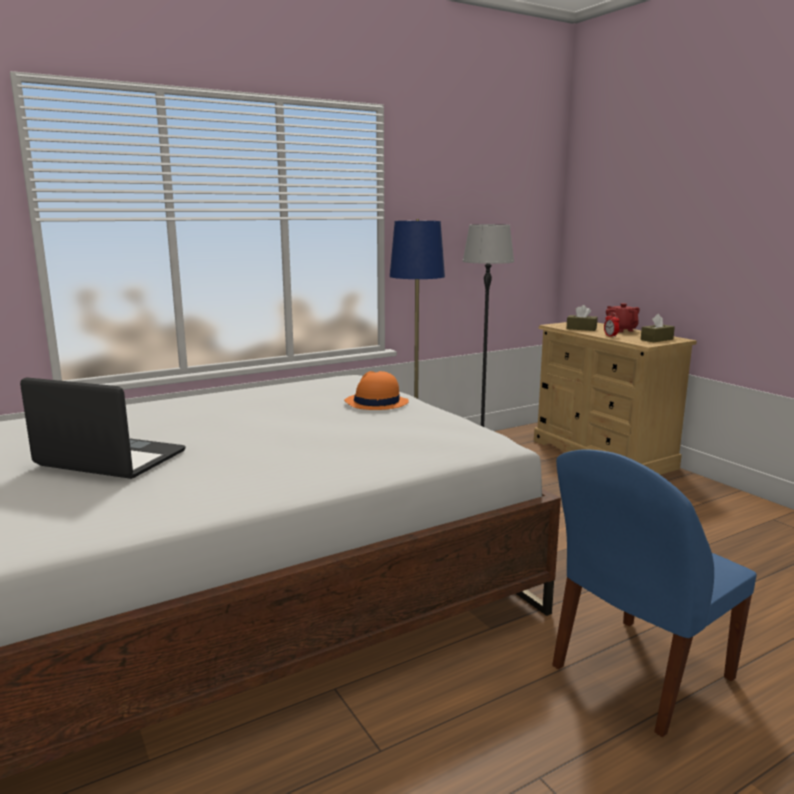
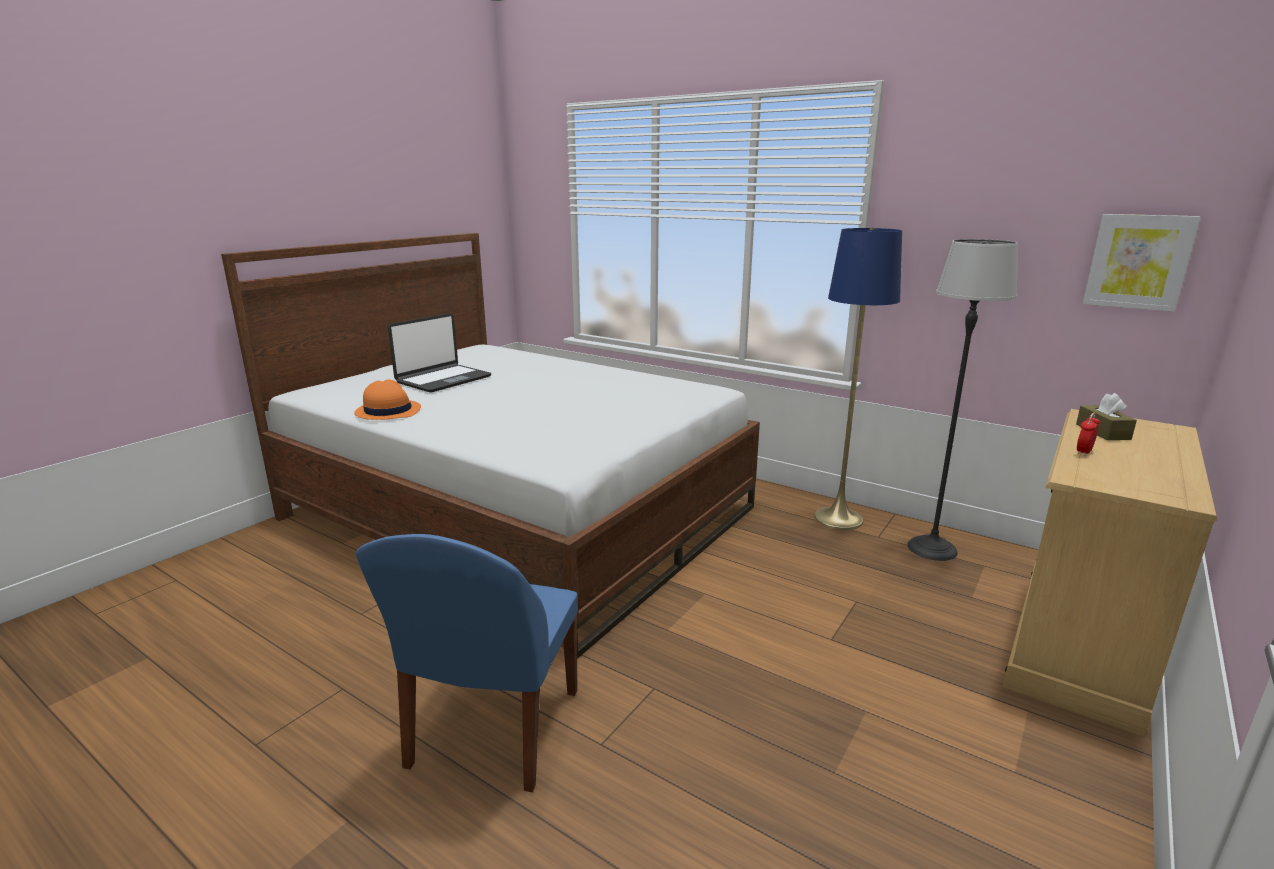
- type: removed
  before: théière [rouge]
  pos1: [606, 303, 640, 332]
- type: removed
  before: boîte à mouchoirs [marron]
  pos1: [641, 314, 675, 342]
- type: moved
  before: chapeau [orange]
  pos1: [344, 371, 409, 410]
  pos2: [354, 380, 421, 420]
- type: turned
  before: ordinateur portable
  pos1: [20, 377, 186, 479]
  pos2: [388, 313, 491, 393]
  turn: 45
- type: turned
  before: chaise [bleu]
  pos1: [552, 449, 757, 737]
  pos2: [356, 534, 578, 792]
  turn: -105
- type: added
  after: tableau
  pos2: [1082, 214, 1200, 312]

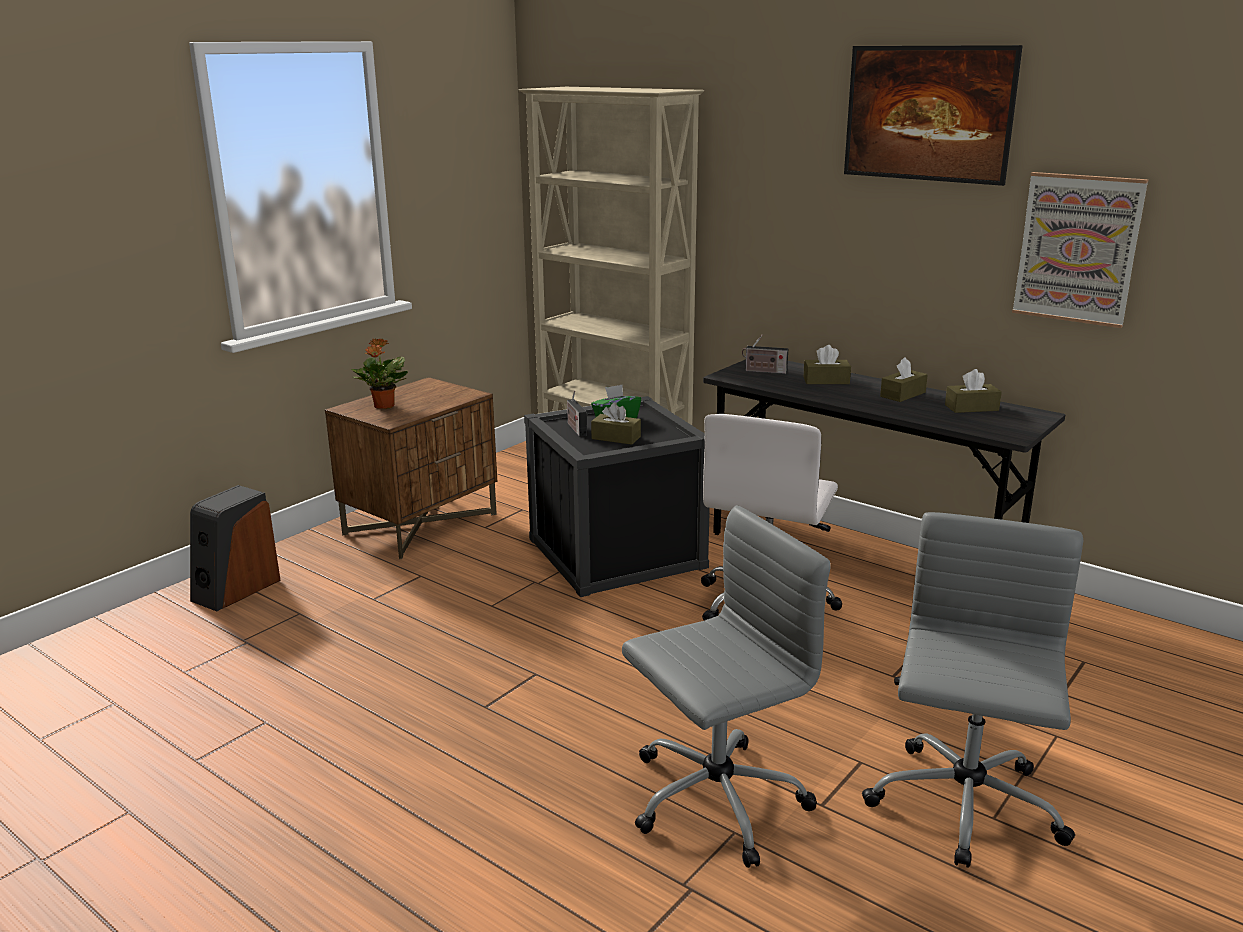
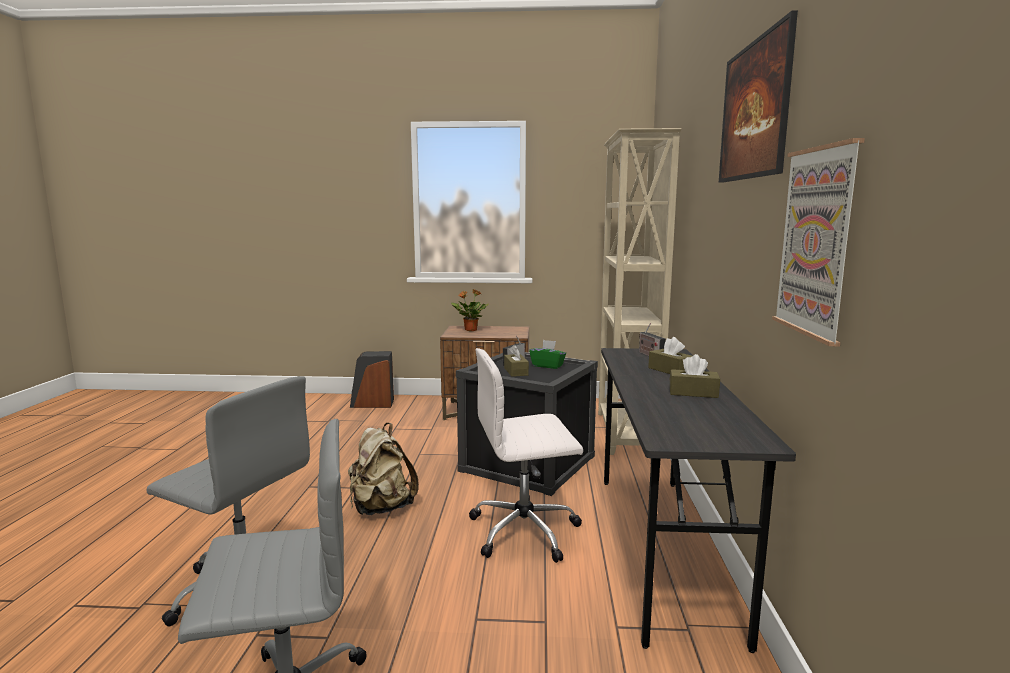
- type: removed
  before: boîte à mouchoirs [marron]
  pos1: [945, 369, 1002, 413]
- type: added
  after: sac à dos [beige]
  pos2: [348, 423, 419, 515]

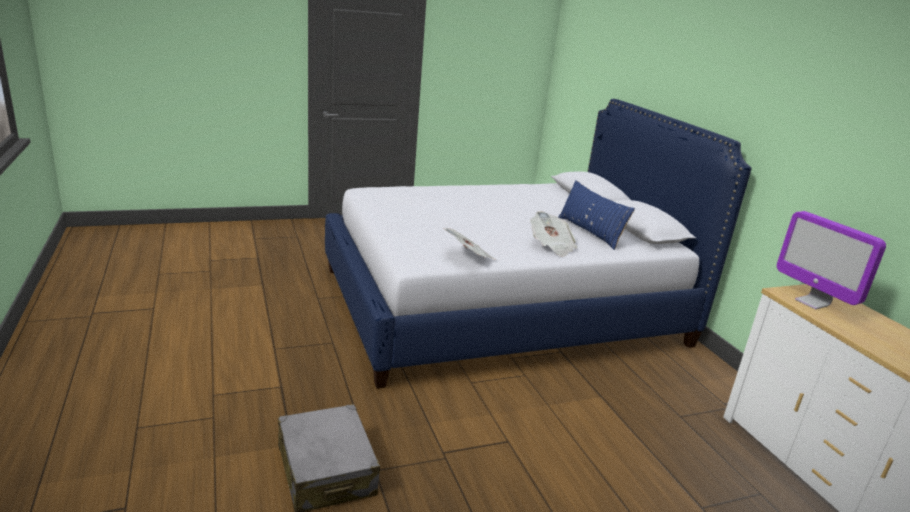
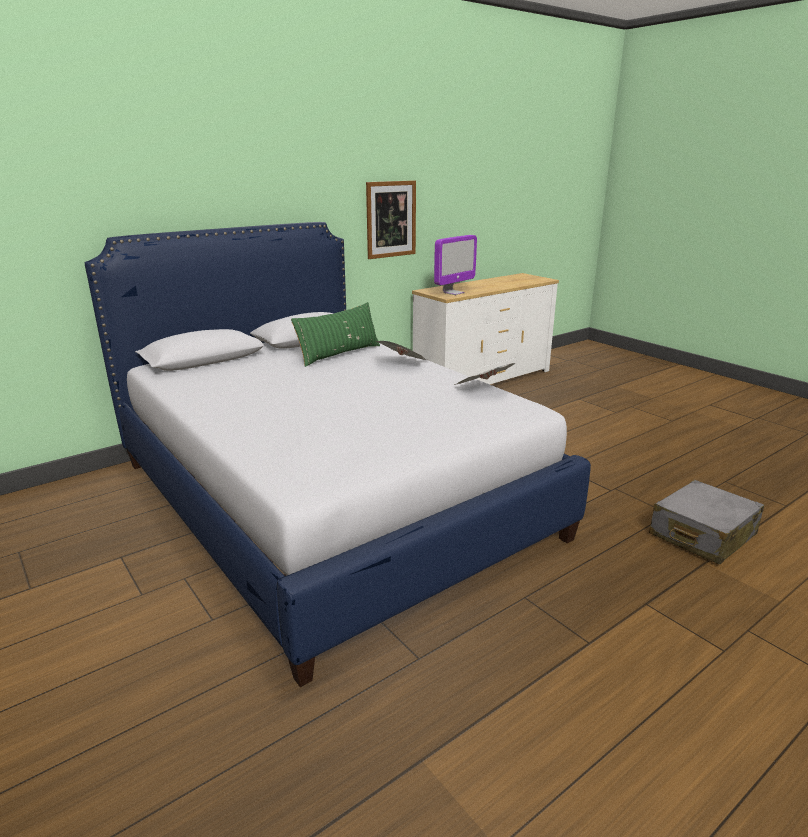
- type: recoloured
  before: coussin [bleu]
  after: coussin [vert]
  pos1: [558, 180, 635, 250]
  pos2: [291, 302, 380, 367]
- type: added
  after: tableau
  pos2: [366, 180, 416, 259]

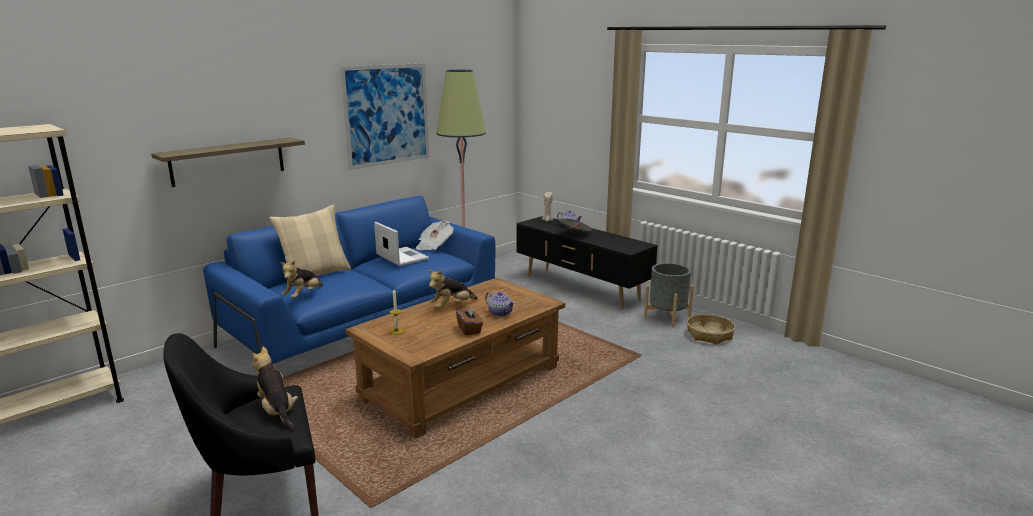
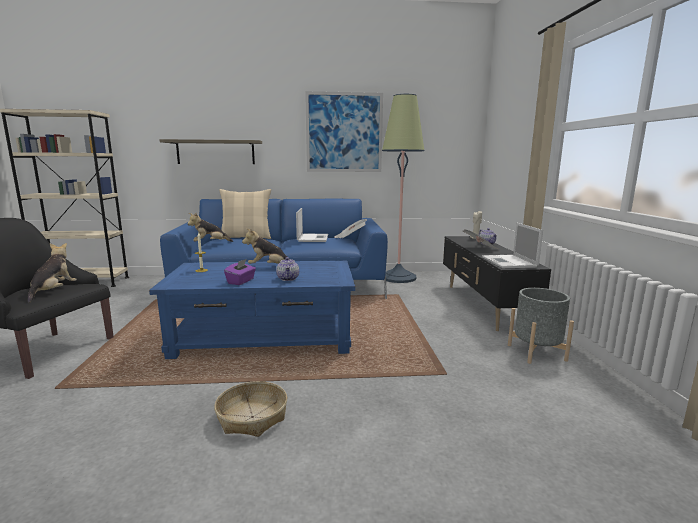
- type: recoloured
  before: table basse [marron]
  after: table basse [bleu]
  pos1: [345, 278, 566, 438]
  pos2: [149, 261, 355, 359]
- type: recoloured
  before: boîte à mouchoirs [marron]
  after: boîte à mouchoirs [violet]
  pos1: [456, 306, 483, 336]
  pos2: [224, 259, 256, 285]
- type: moved
  before: panier
  pos1: [687, 314, 735, 345]
  pos2: [214, 381, 287, 437]
- type: added
  after: ordinateur portable
  pos2: [482, 223, 543, 268]

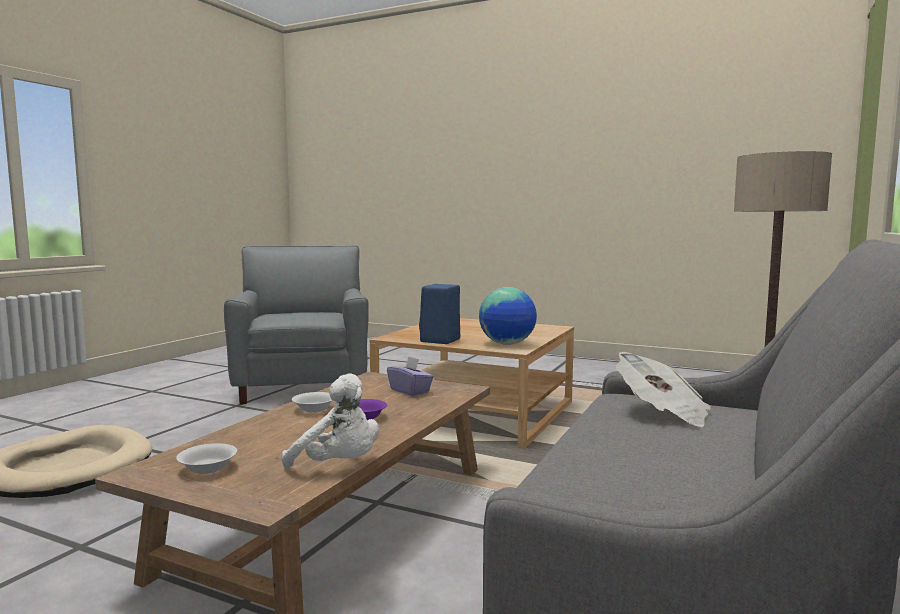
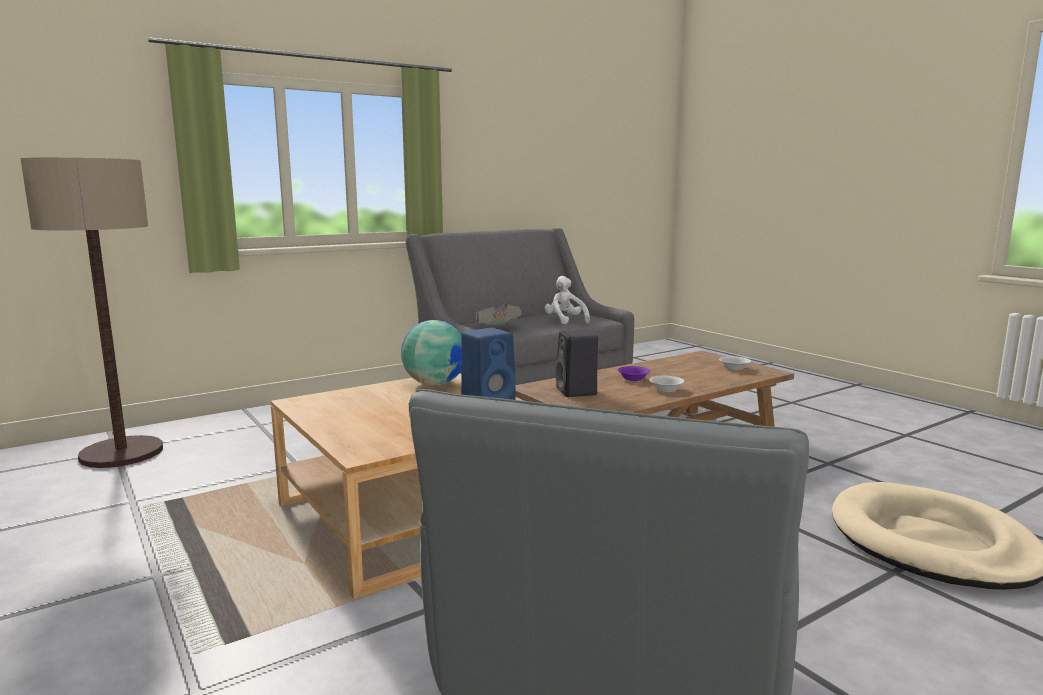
- type: replaced
  before: boîte à mouchoirs [violet]
  after: enceinte [noir]
  pos1: [387, 356, 434, 396]
  pos2: [555, 330, 598, 397]
- type: moved
  before: peluche [blanc]
  pos1: [281, 373, 379, 469]
  pos2: [545, 276, 590, 324]

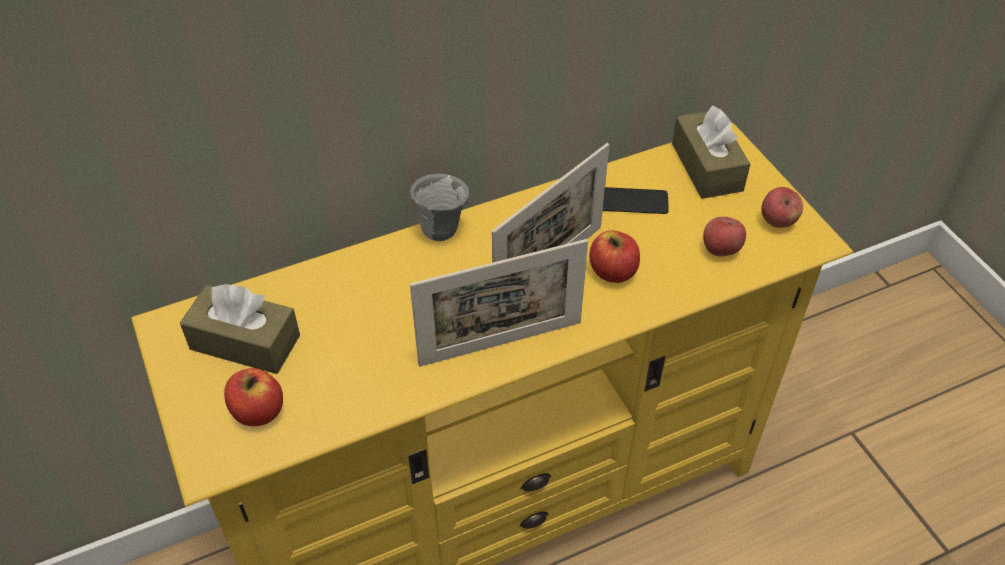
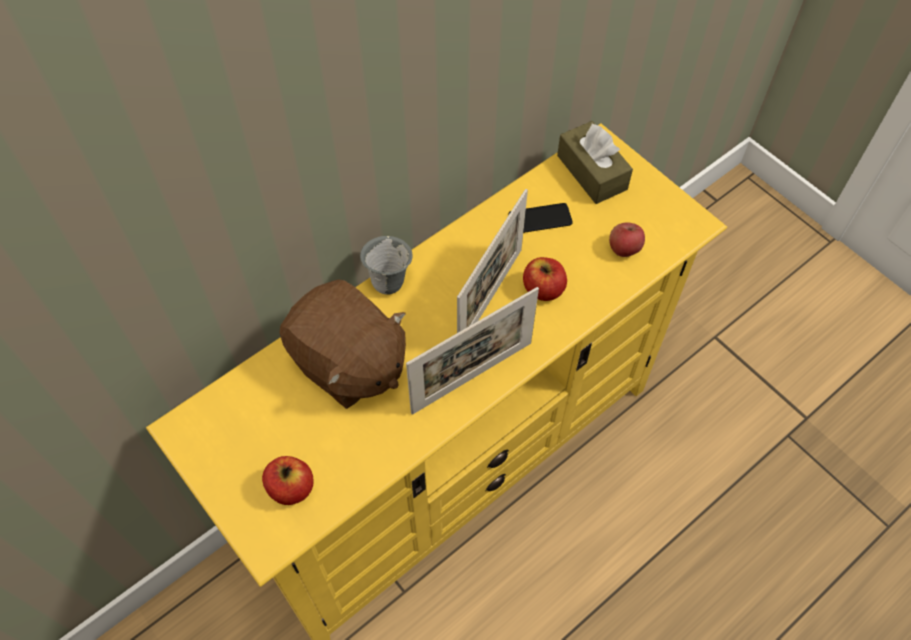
- type: removed
  before: pomme
  pos1: [761, 187, 803, 228]
- type: removed
  before: boîte à mouchoirs [marron]
  pos1: [180, 284, 300, 374]
- type: added
  after: peluche [marron]
  pos2: [279, 279, 406, 409]

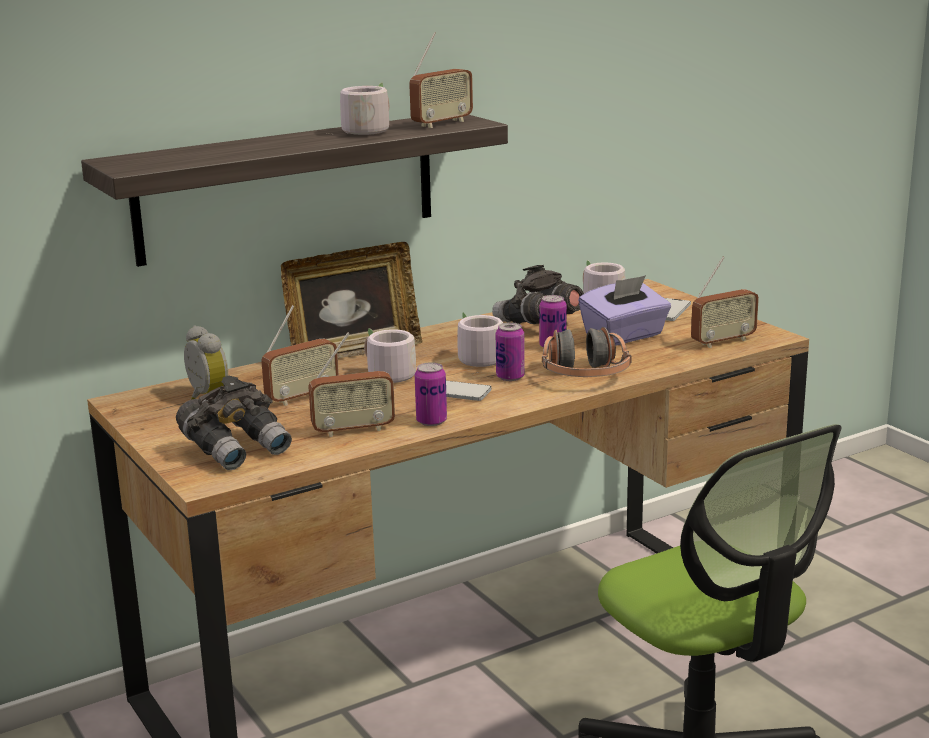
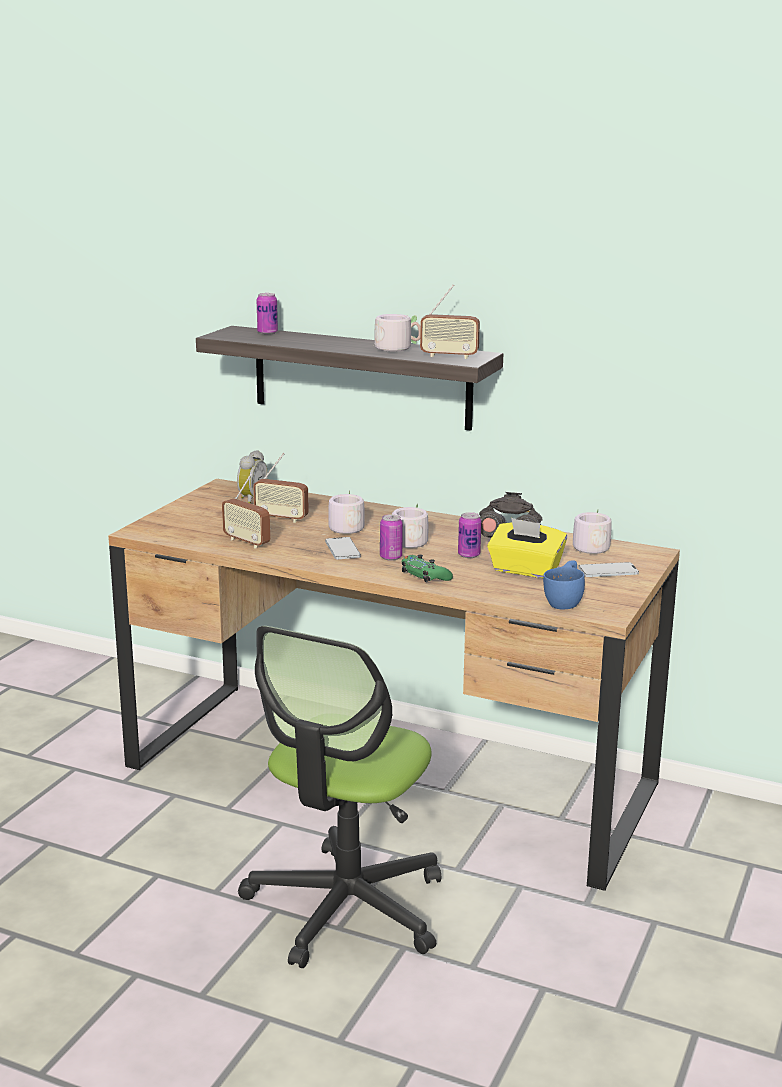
- type: removed
  before: cadre photo
  pos1: [281, 242, 422, 359]
- type: replaced
  before: radio
  after: tasse [bleu]
  pos1: [691, 257, 759, 348]
  pos2: [543, 560, 585, 609]
- type: recoloured
  before: boîte à mouchoirs [violet]
  after: boîte à mouchoirs [jaune]
  pos1: [578, 275, 671, 346]
  pos2: [487, 518, 567, 578]
- type: replaced
  before: casque audio
  after: manette [vert]
  pos1: [542, 327, 632, 377]
  pos2: [402, 554, 453, 582]
- type: moved
  before: boîte métallique
  pos1: [415, 362, 447, 426]
  pos2: [257, 293, 278, 335]
- type: removed
  before: jumelles [gris]
  pos1: [176, 376, 292, 470]

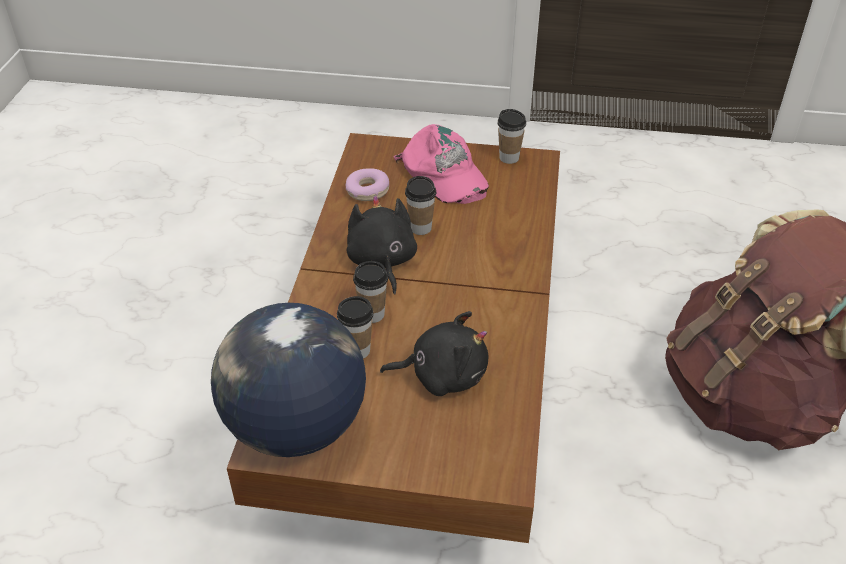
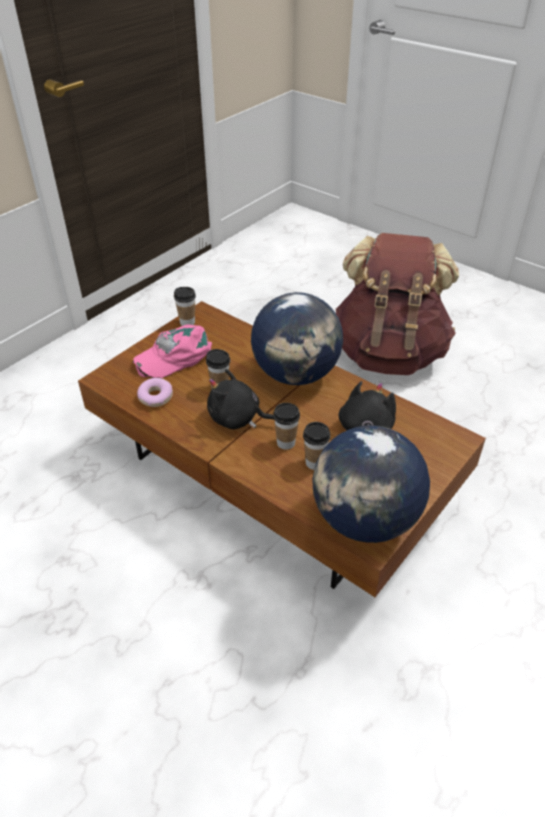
- type: turned
  before: casquette [rose]
  pos1: [394, 124, 489, 204]
  pos2: [132, 324, 212, 378]
  turn: 150
- type: added
  after: globe
  pos2: [251, 292, 343, 385]

